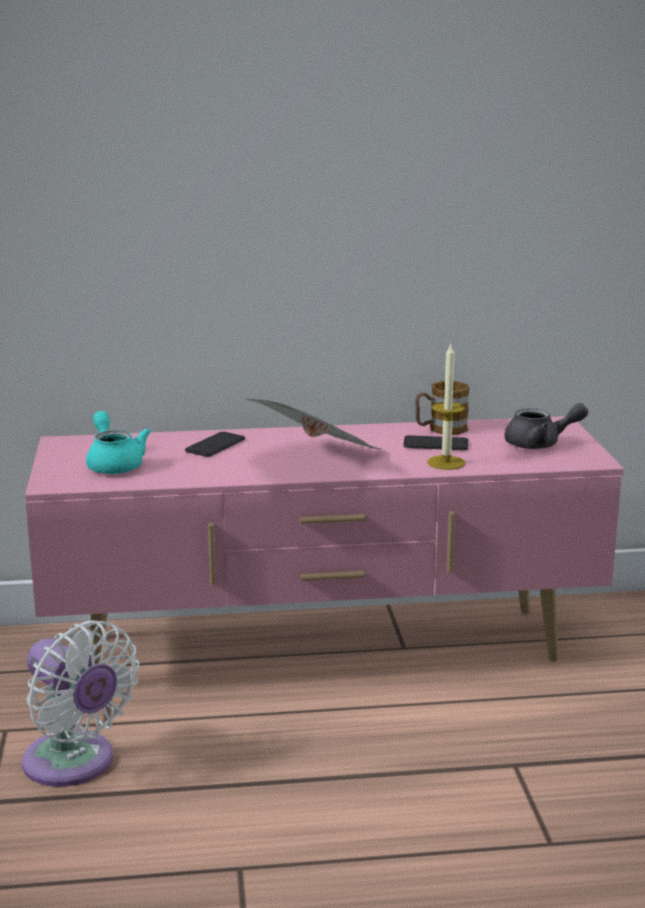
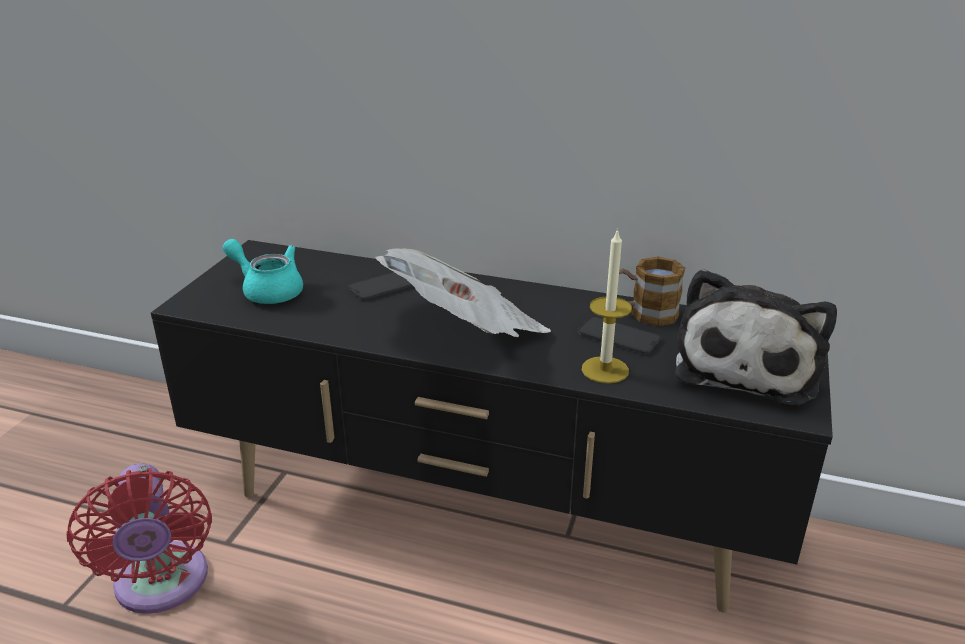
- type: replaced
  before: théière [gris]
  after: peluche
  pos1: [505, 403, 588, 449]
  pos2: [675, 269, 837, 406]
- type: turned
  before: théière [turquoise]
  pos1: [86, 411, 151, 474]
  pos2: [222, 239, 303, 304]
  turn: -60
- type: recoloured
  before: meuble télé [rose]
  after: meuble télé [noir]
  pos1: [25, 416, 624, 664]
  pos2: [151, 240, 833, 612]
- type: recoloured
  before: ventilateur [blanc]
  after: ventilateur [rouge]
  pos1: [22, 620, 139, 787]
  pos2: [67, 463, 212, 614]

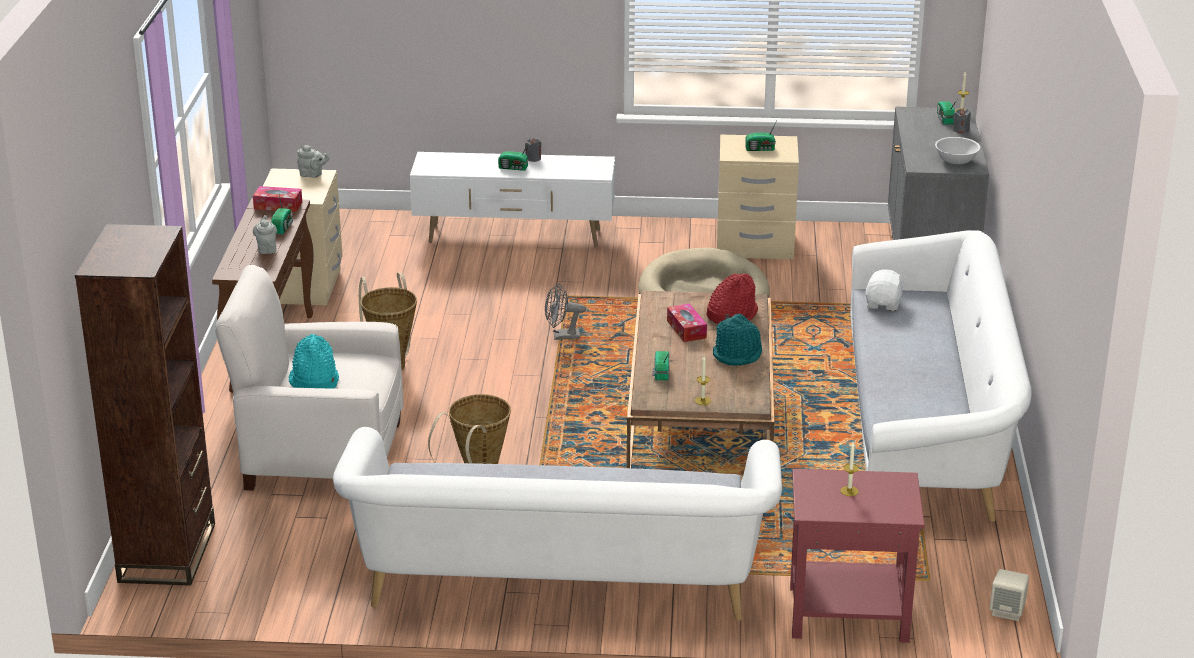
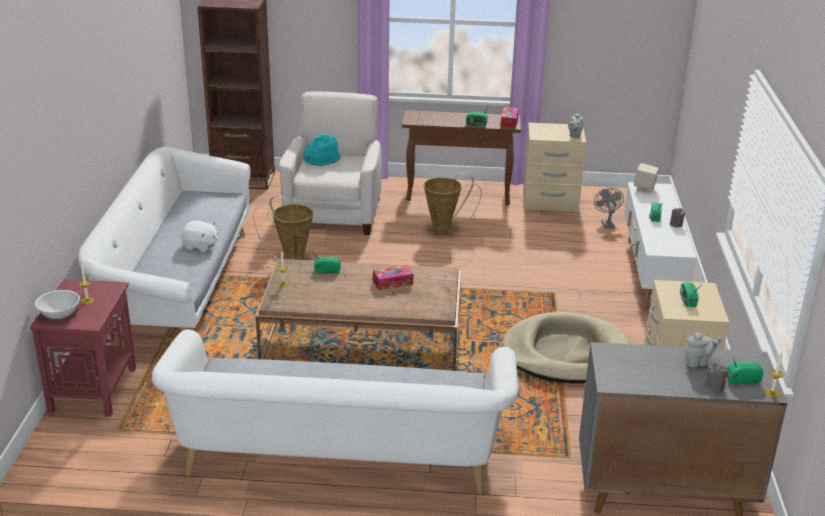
- type: moved
  before: bol [blanc]
  pos1: [935, 137, 980, 164]
  pos2: [35, 290, 80, 319]
- type: moved
  before: théière [gris]
  pos1: [253, 215, 277, 254]
  pos2: [685, 333, 721, 367]
- type: moved
  before: peluche [blanc]
  pos1: [865, 269, 907, 311]
  pos2: [181, 221, 219, 252]
- type: removed
  before: chapeau [rouge]
  pos1: [706, 273, 758, 324]
- type: moved
  before: ventilateur [gris]
  pos1: [545, 283, 586, 340]
  pos2: [594, 188, 624, 228]
- type: removed
  before: chapeau [turquoise]
  pos1: [713, 314, 762, 366]
- type: moved
  before: enceinte [beige]
  pos1: [989, 569, 1029, 621]
  pos2: [634, 163, 659, 193]

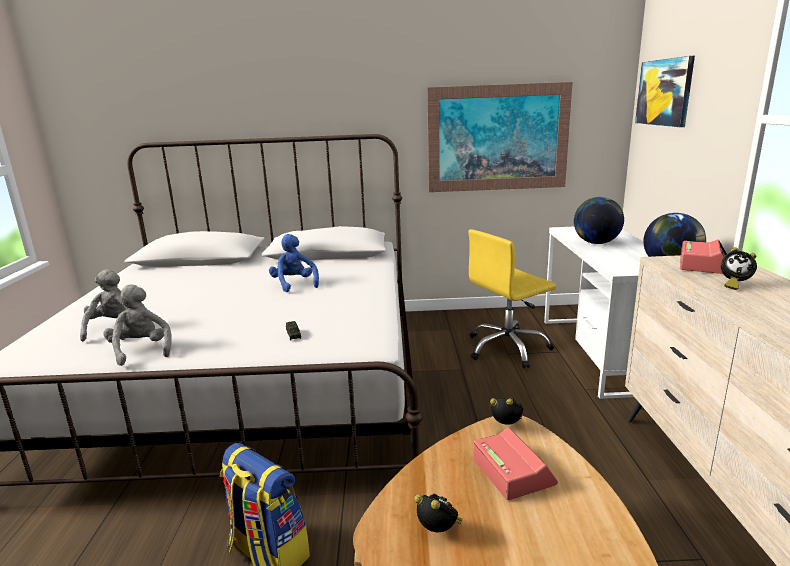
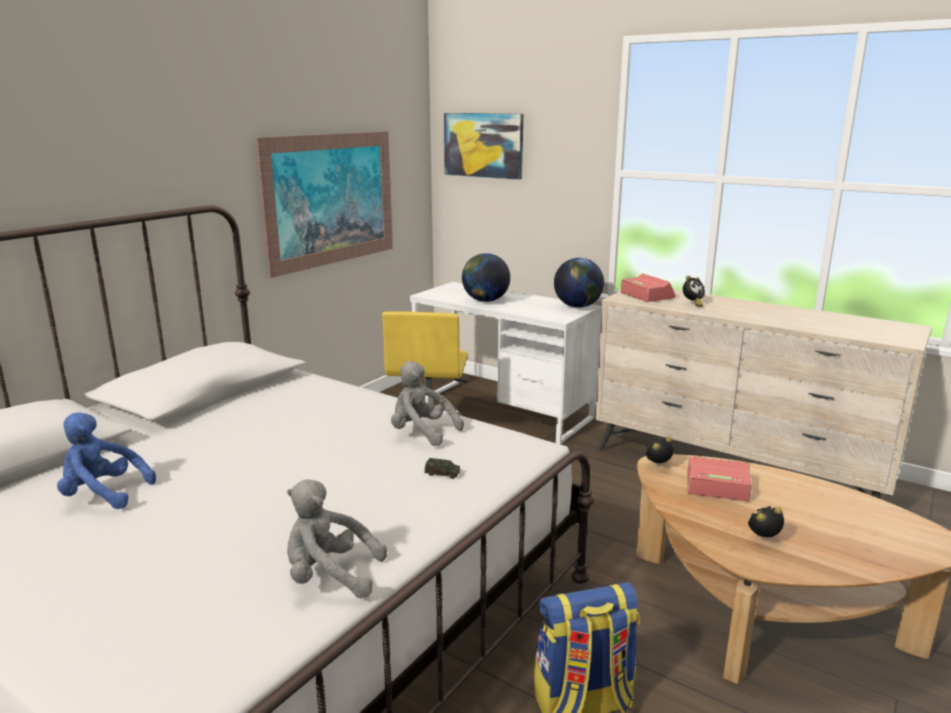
- type: moved
  before: peluche [bleu]
  pos1: [269, 234, 319, 292]
  pos2: [57, 413, 156, 509]
- type: moved
  before: peluche [gris]
  pos1: [80, 269, 128, 341]
  pos2: [391, 361, 464, 446]

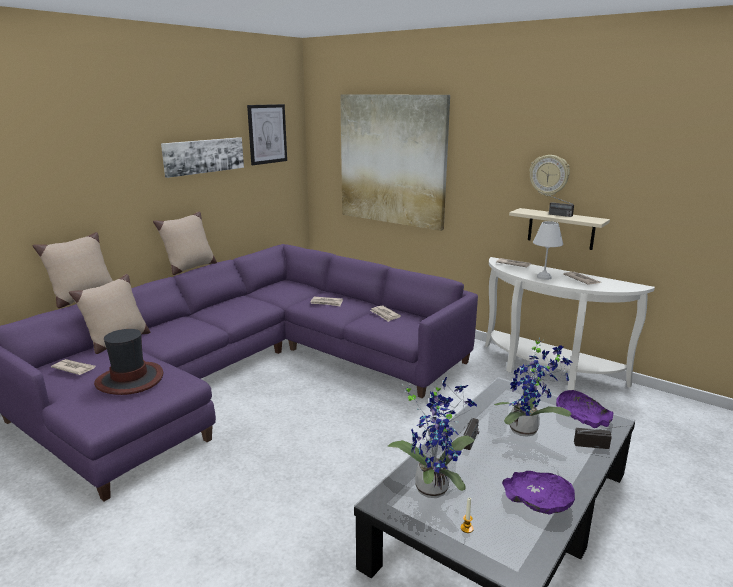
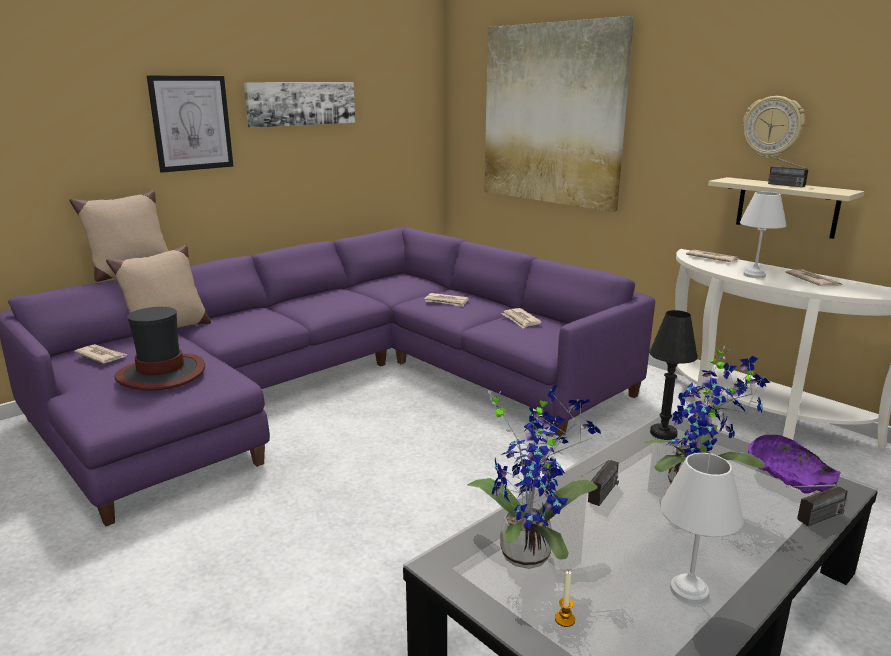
- type: moved
  before: tableau
  pos1: [247, 104, 287, 165]
  pos2: [147, 75, 233, 173]
- type: removed
  before: coussin [beige]
  pos1: [153, 212, 217, 275]
- type: turned
  before: radio
  pos1: [574, 425, 633, 449]
  pos2: [786, 484, 848, 526]
  turn: 135
- type: replaced
  before: bol [violet]
  after: lampe de table [blanc]
  pos1: [502, 471, 575, 515]
  pos2: [660, 453, 744, 604]
- type: added
  after: lampe de table [noir]
  pos2: [649, 310, 698, 440]

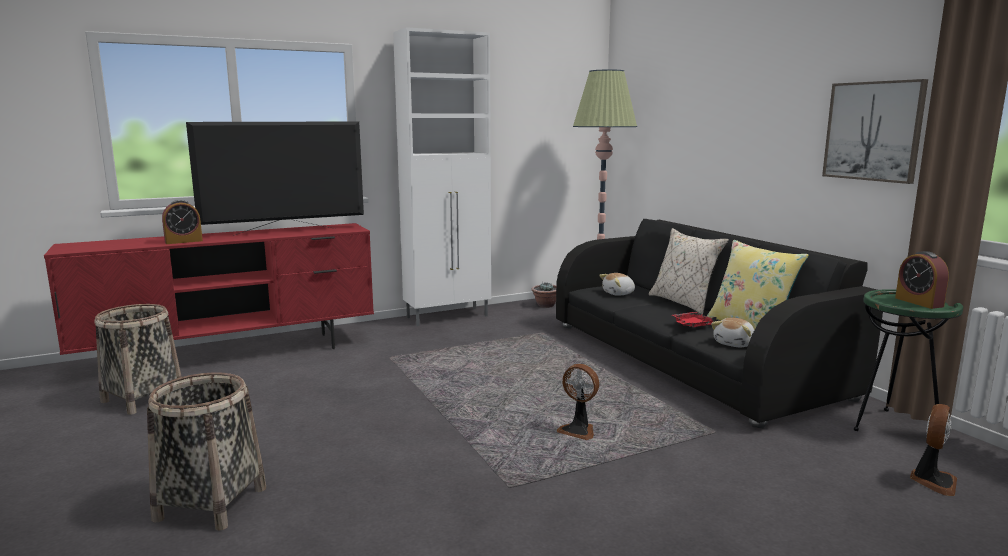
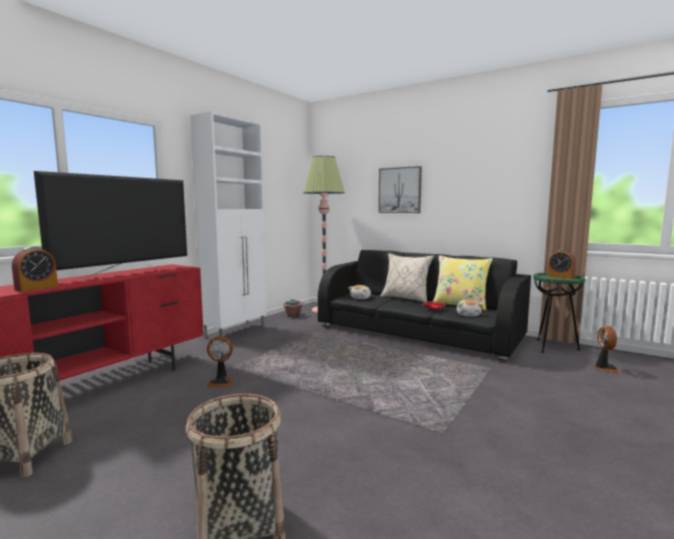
- type: moved
  before: tableau
  pos1: [822, 79, 928, 184]
  pos2: [378, 166, 422, 213]
- type: moved
  before: ventilateur
  pos1: [557, 364, 599, 440]
  pos2: [205, 336, 233, 387]

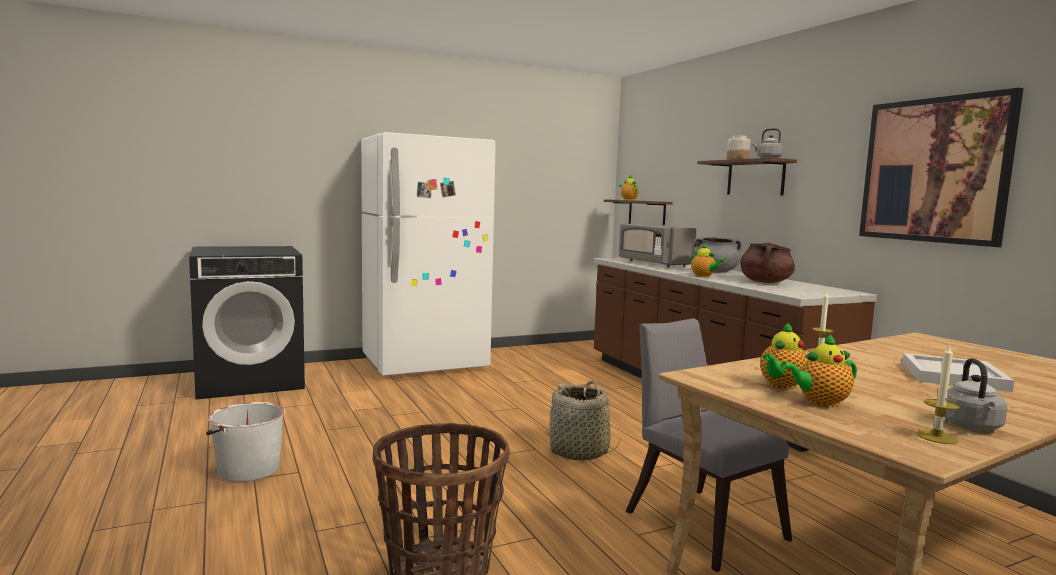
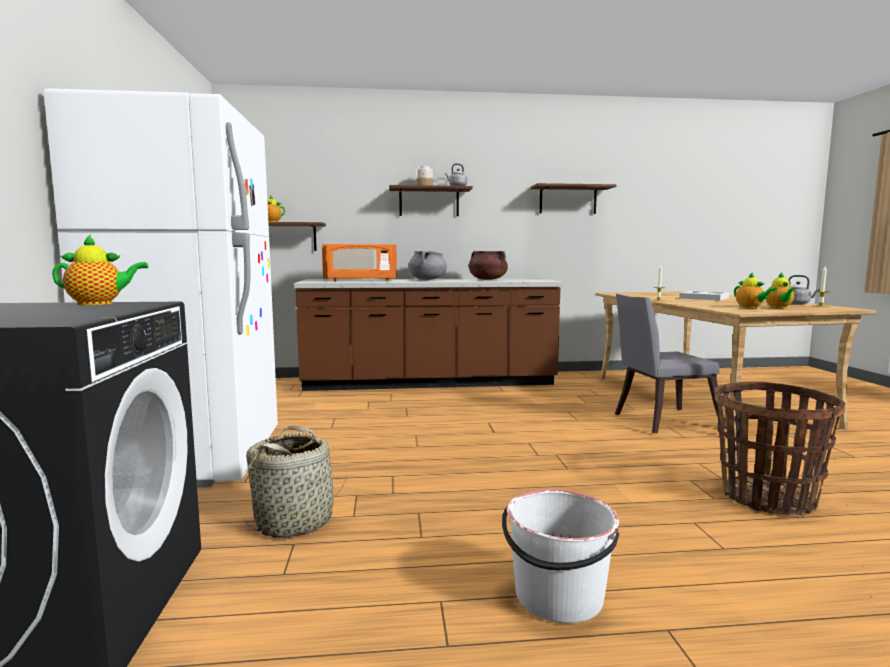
- type: replaced
  before: tableau
  after: étagère [marron]
  pos1: [859, 88, 1023, 247]
  pos2: [530, 183, 617, 214]
- type: recoloured
  before: micro-ondes [gris]
  after: micro-ondes [orange]
  pos1: [619, 224, 697, 267]
  pos2: [322, 244, 397, 281]
- type: moved
  before: théière
  pos1: [690, 243, 726, 278]
  pos2: [52, 235, 149, 305]
- type: moved
  before: panier
  pos1: [547, 381, 620, 461]
  pos2: [243, 426, 347, 538]

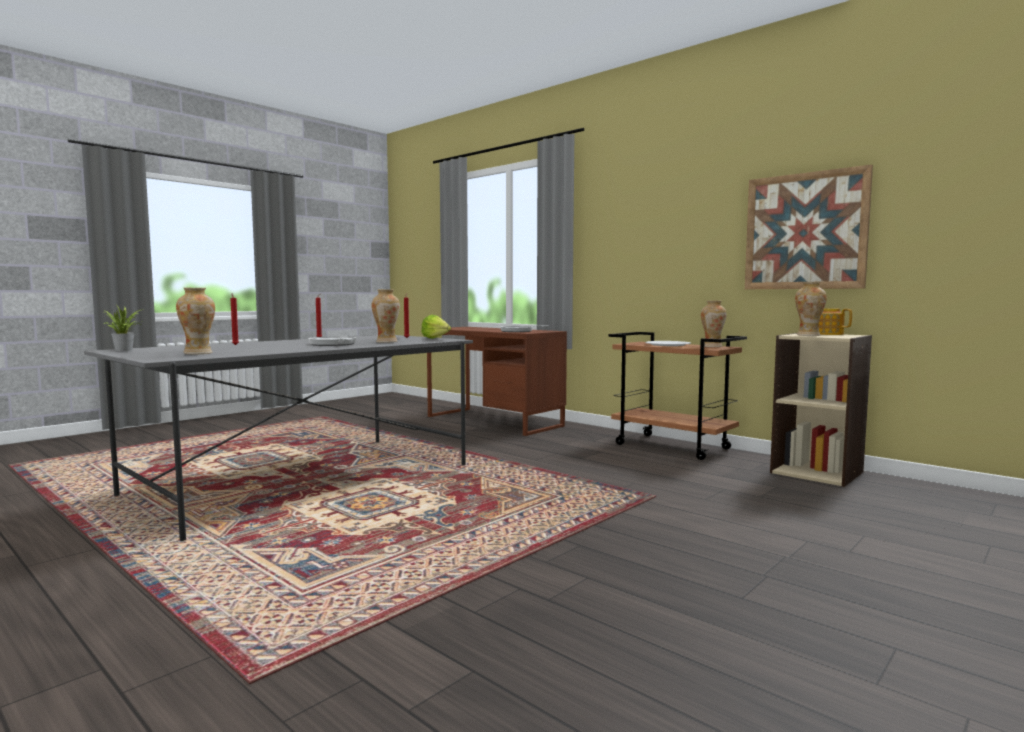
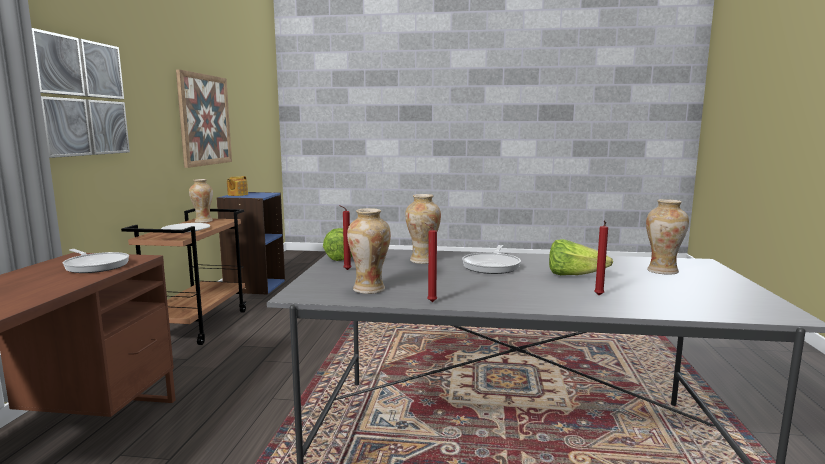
- type: moved
  before: vase
  pos1: [795, 282, 827, 336]
  pos2: [347, 208, 391, 294]
- type: removed
  before: plante en pot
  pos1: [103, 306, 145, 351]
- type: recoloured
  before: bibliothèque [beige]
  after: bibliothèque [bleu]
  pos1: [770, 333, 872, 487]
  pos2: [216, 192, 285, 295]
- type: added
  after: tableau
  pos2: [32, 28, 130, 158]
- type: added
  after: laitue
  pos2: [549, 239, 613, 275]

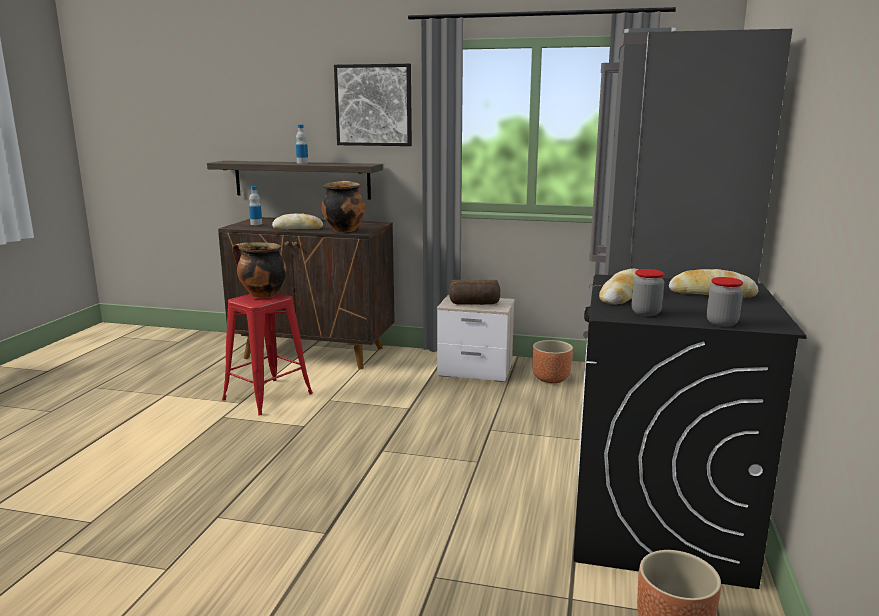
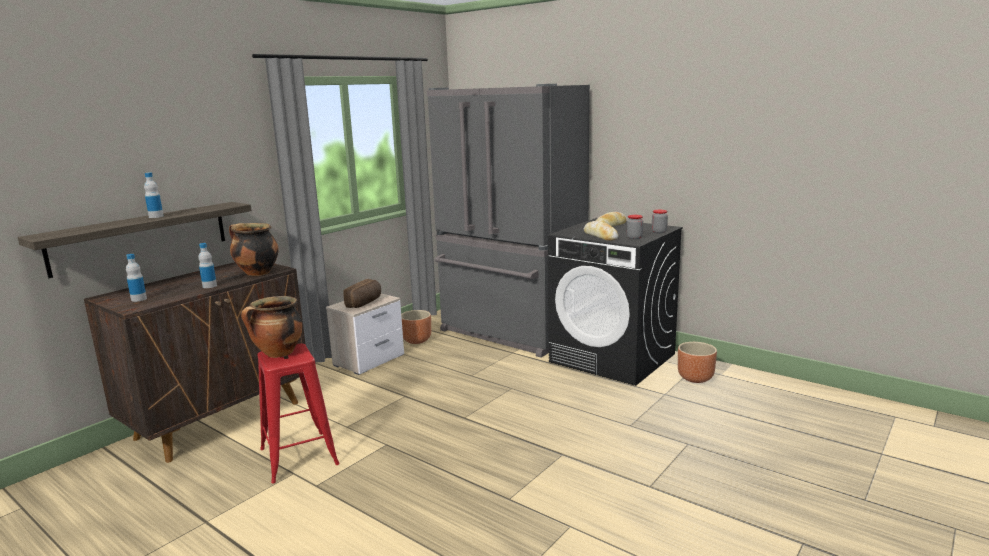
- type: removed
  before: tableau
  pos1: [334, 64, 412, 146]
- type: replaced
  before: pain
  after: bouteille
  pos1: [272, 213, 323, 229]
  pos2: [198, 243, 217, 288]

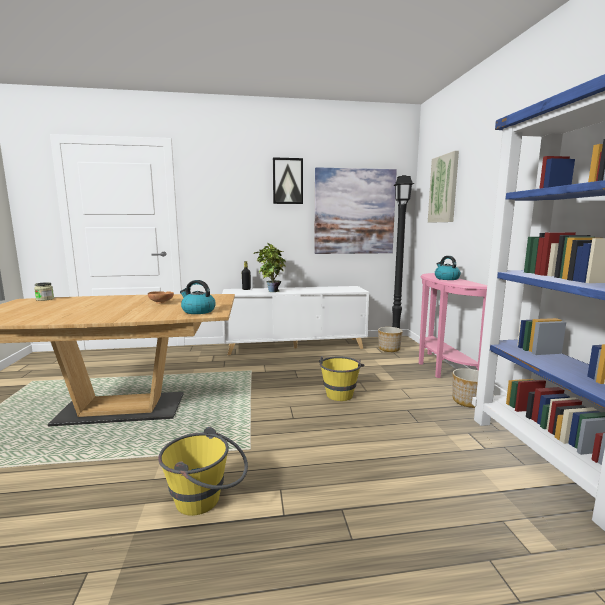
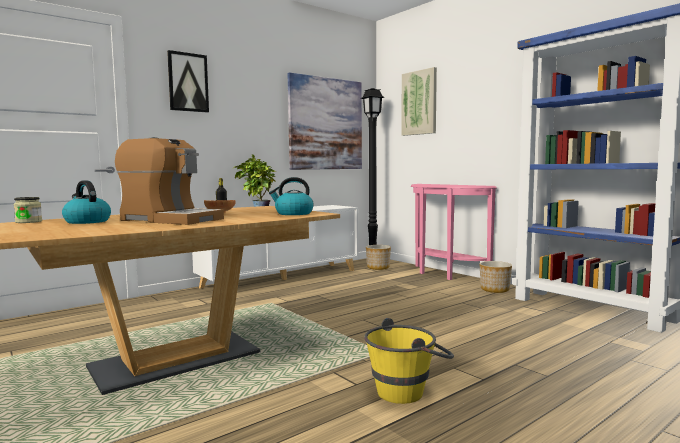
- type: moved
  before: tableau
  pos1: [273, 157, 303, 204]
  pos2: [167, 50, 209, 113]
- type: moved
  before: bouilloire
  pos1: [435, 256, 461, 280]
  pos2: [62, 180, 111, 224]
- type: removed
  before: seau [jaune]
  pos1: [319, 356, 365, 401]
- type: added
  after: machine à café
  pos2: [115, 137, 224, 225]

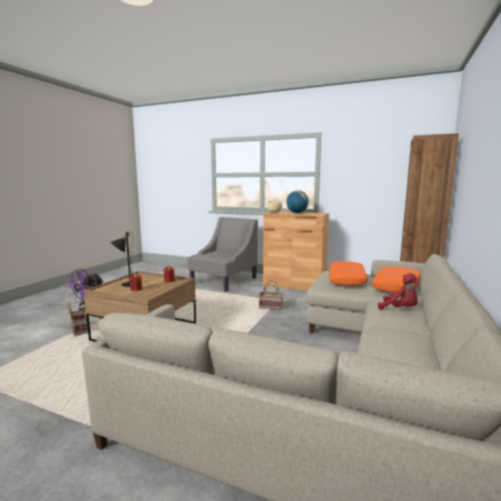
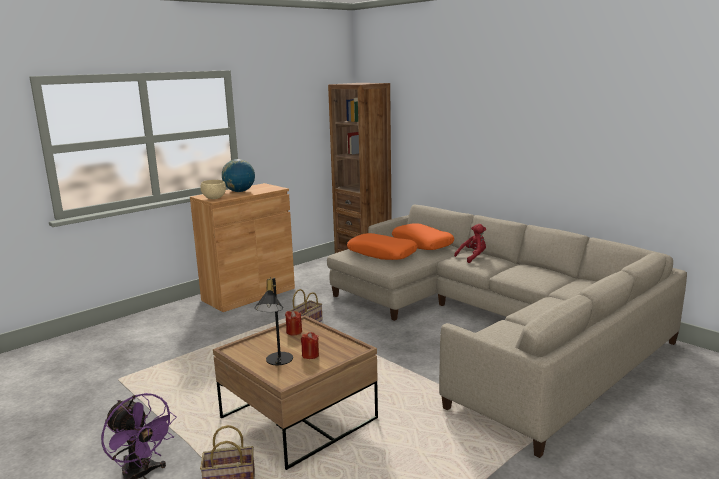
- type: removed
  before: fauteuil [gris]
  pos1: [188, 217, 258, 292]

